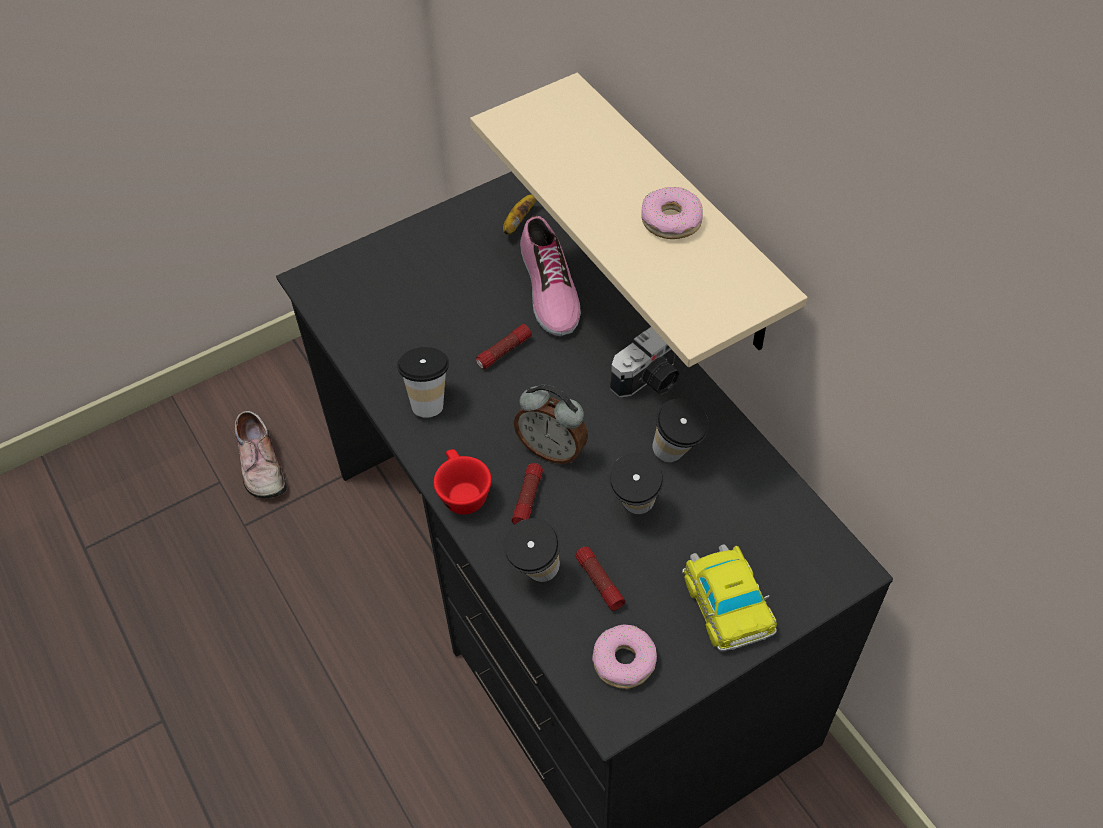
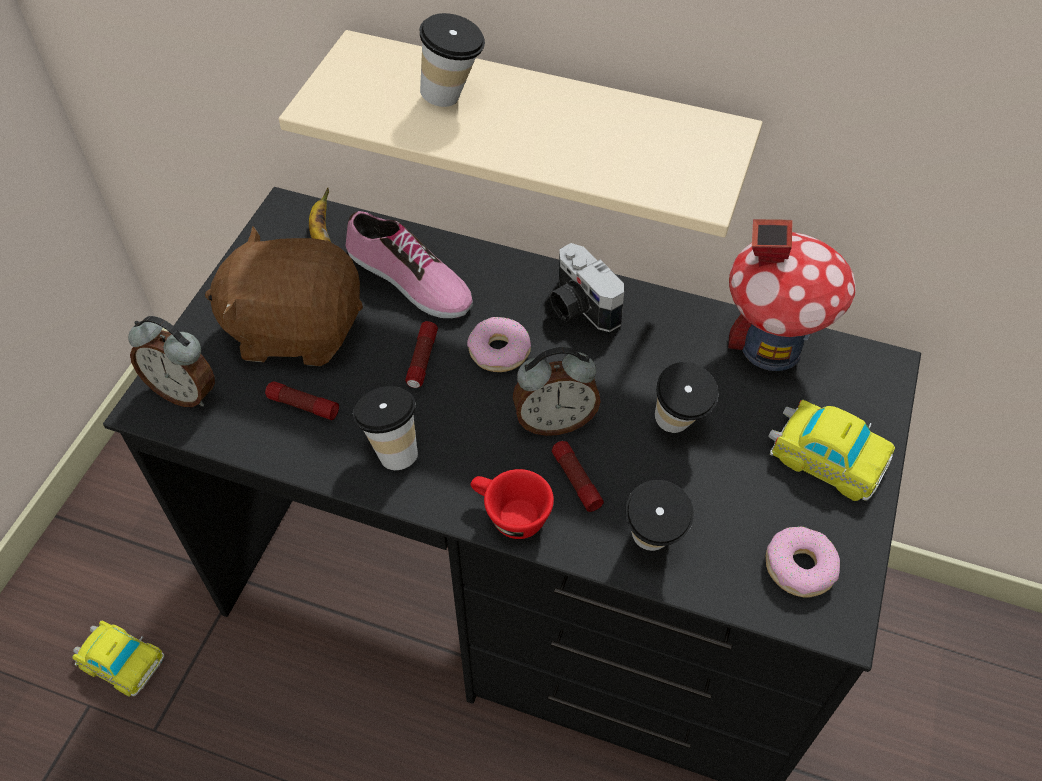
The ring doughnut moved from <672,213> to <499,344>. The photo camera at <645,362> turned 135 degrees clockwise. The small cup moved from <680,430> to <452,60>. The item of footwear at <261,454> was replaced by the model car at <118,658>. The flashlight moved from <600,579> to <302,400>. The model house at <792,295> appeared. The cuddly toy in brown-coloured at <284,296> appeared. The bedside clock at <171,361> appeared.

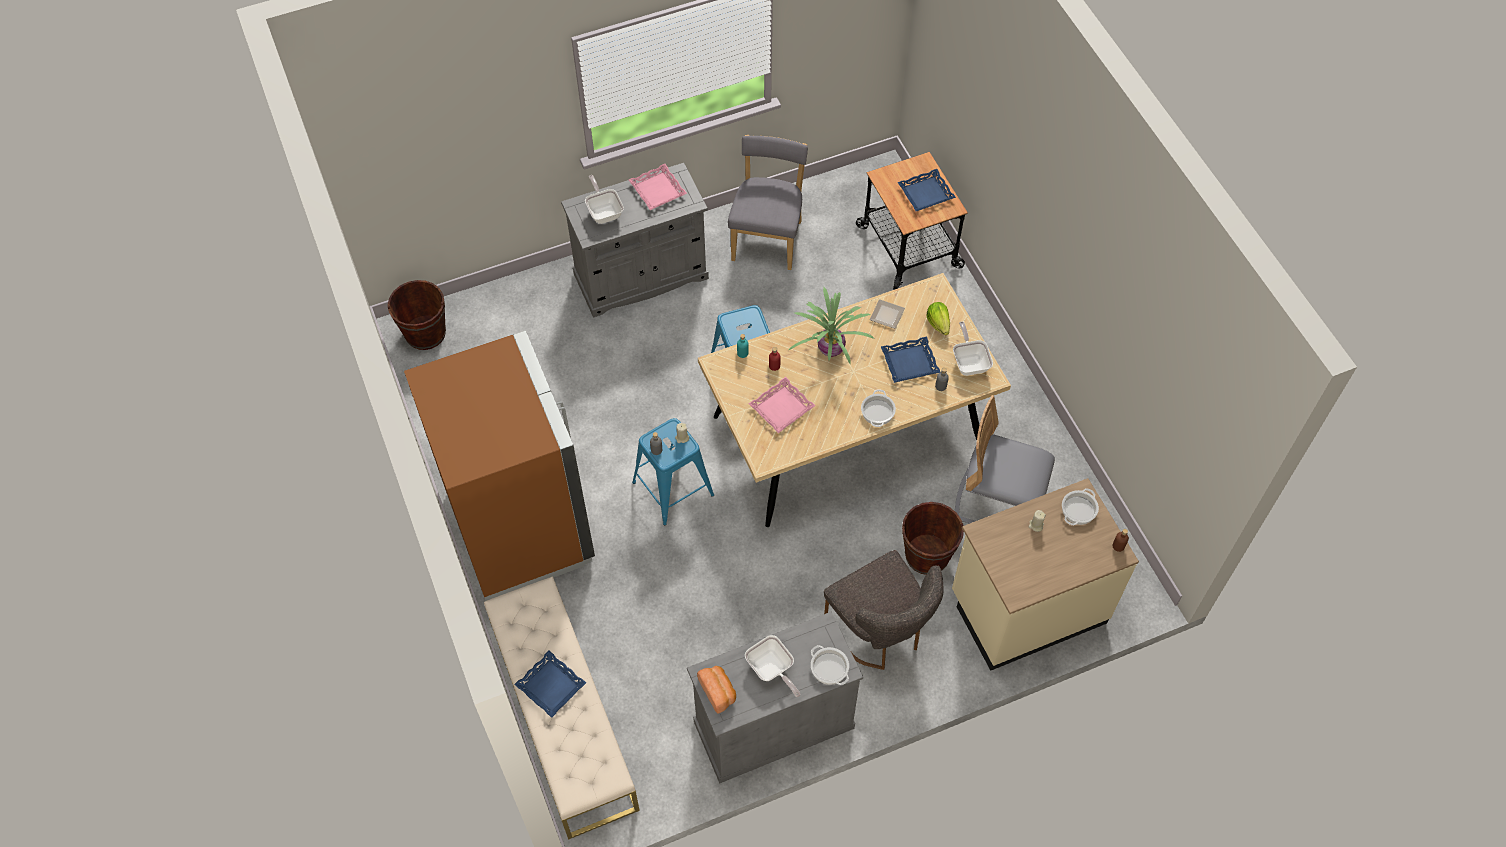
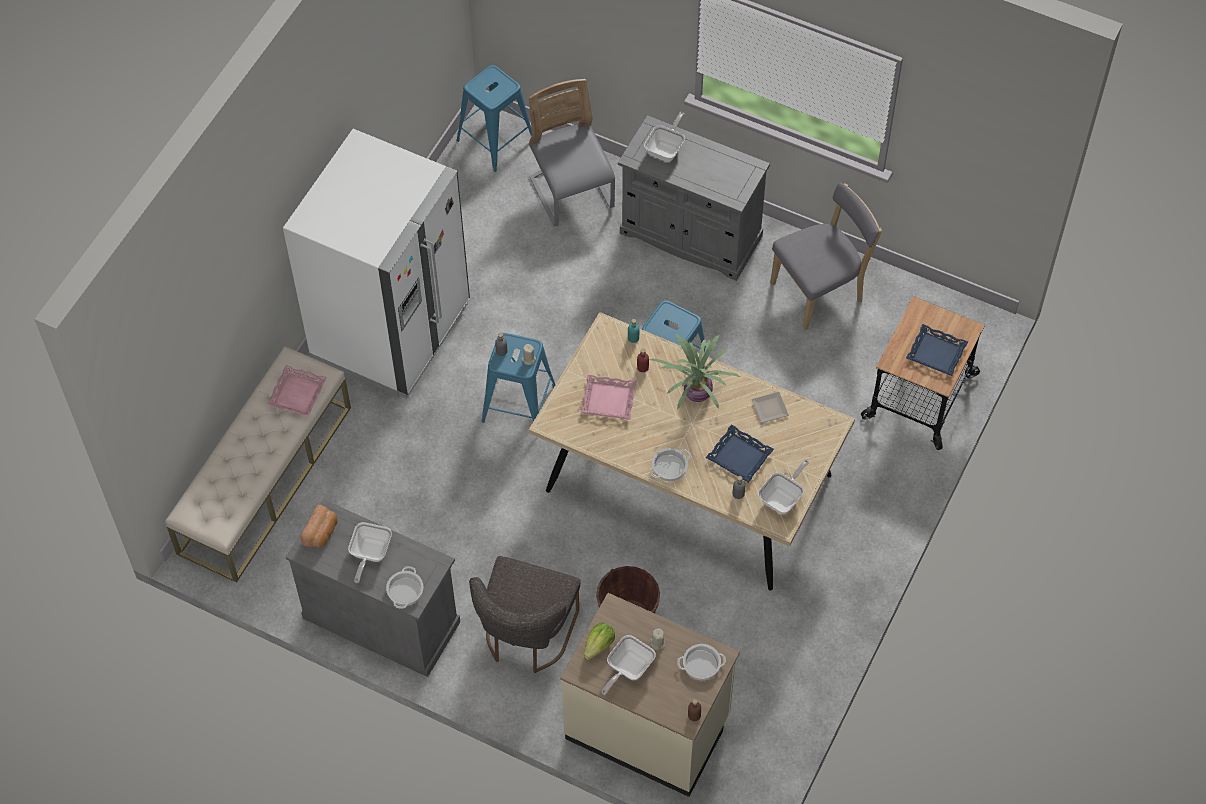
The carrying tray in pink moved from <658,187> to <296,391>. The pail in brown-coloured at <417,315> was replaced by the stool in blue-coloured at <494,118>. The lettuce moved from <938,318> to <599,641>. The refrigerator in brown-coloured at <499,466> became the refrigerator in white-coloured at <376,264>. The chair in greyish moved from <1005,459> to <572,153>. The carrying tray in blue-coloured at <550,684> disappeared. The skillet at <628,665> appeared.

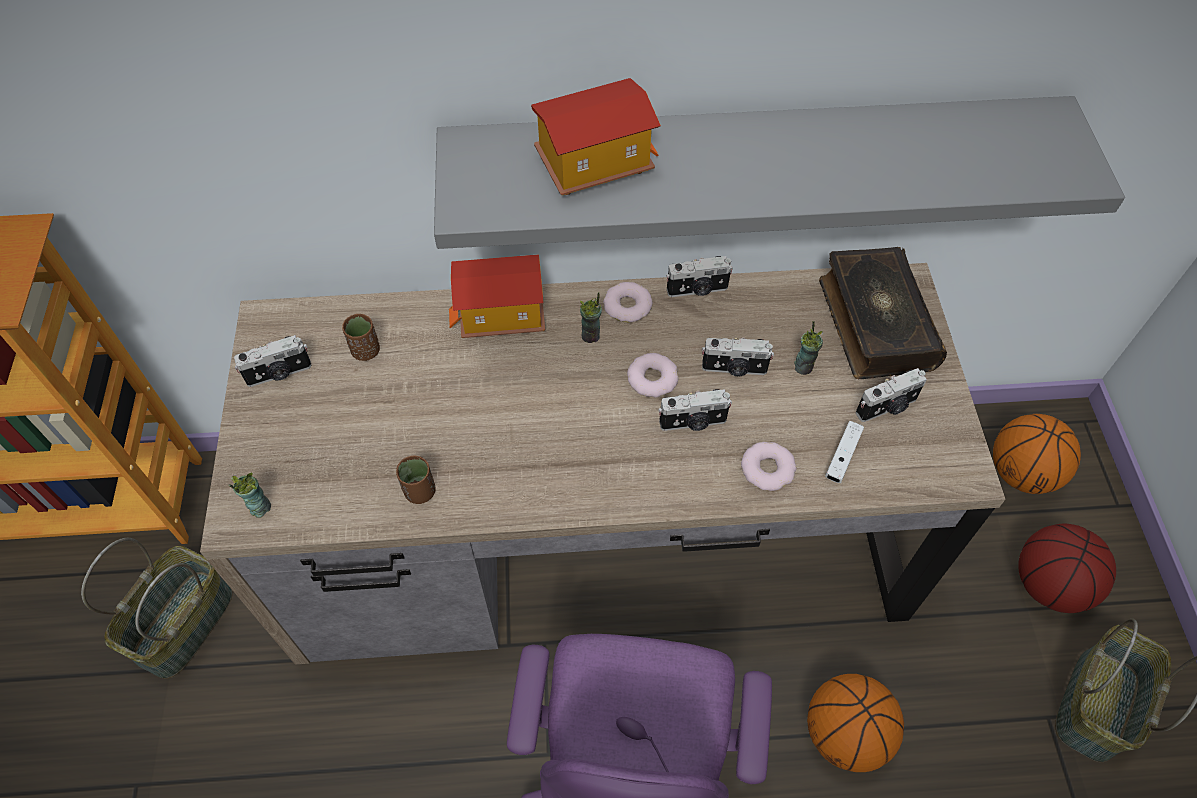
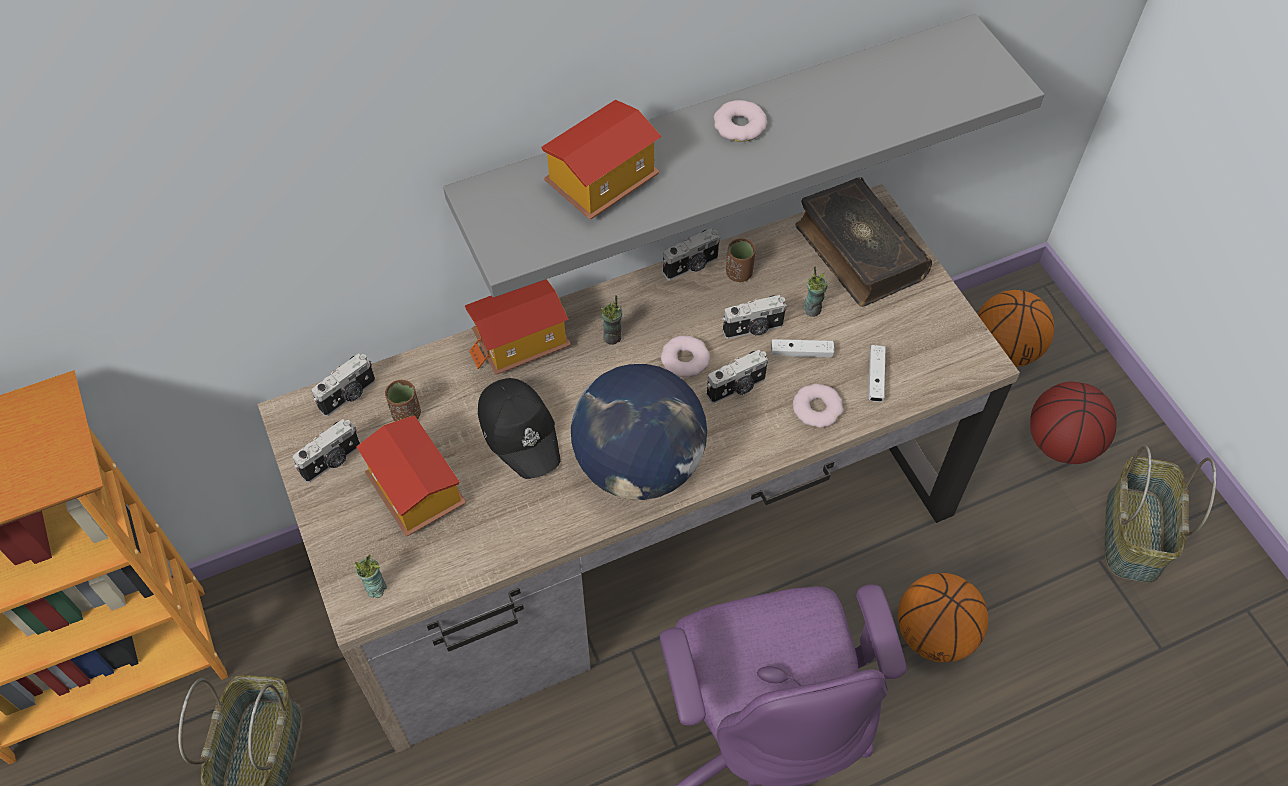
The ring doughnut moved from <628,302> to <740,121>. The photo camera moved from <891,395> to <343,384>. The small cup in brown-coloured moved from <416,480> to <741,260>. The game controller in white-coloured at <802,348> appeared. The globe at <639,432> appeared. The baseball cap in black-coloured at <519,428> appeared. The model house at <411,476> appeared.

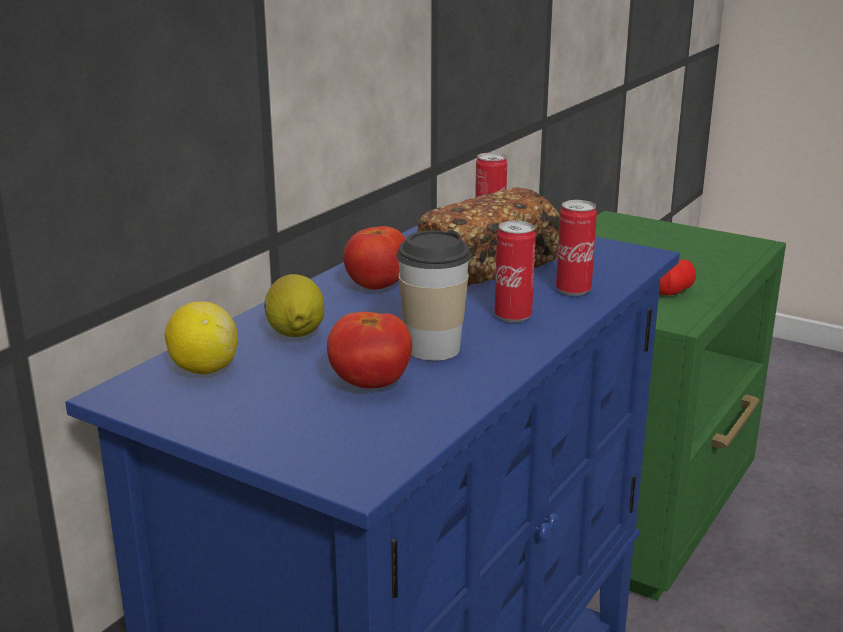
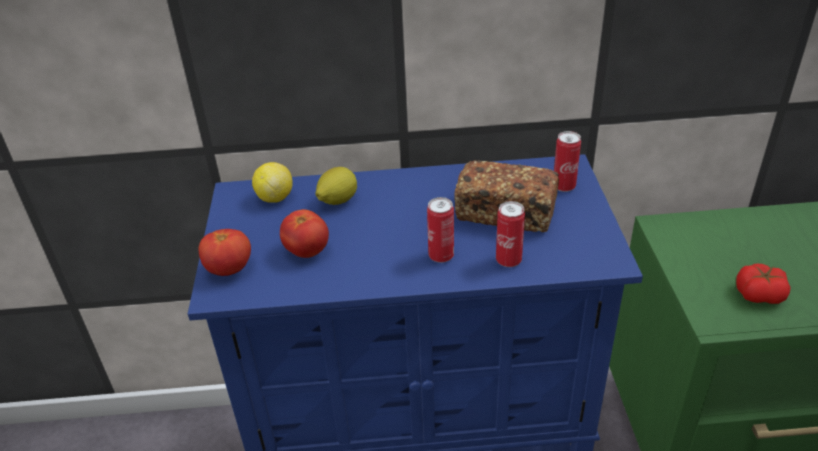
The tomato moved from <374,258> to <225,252>. The small cup at <433,295> disappeared.

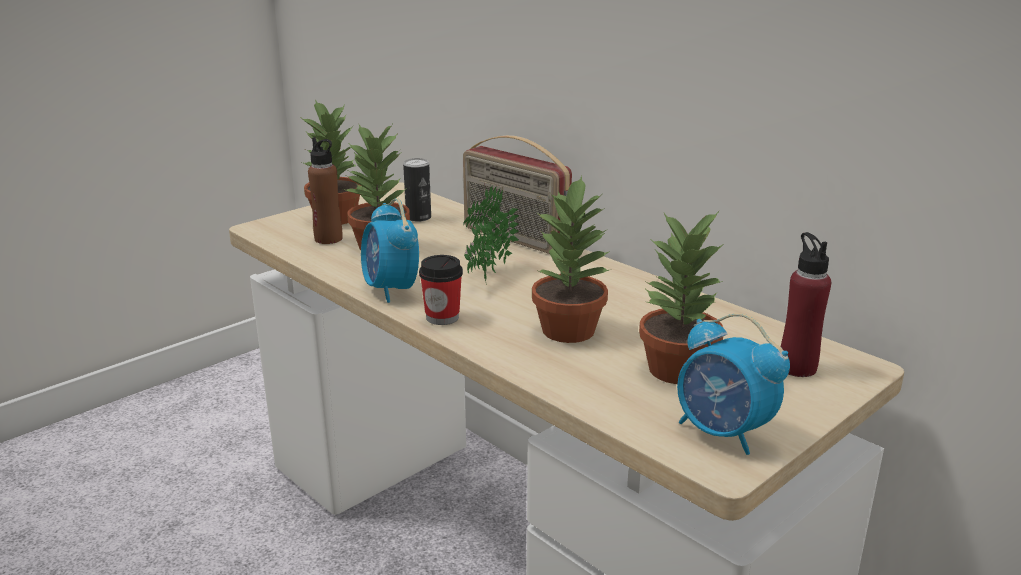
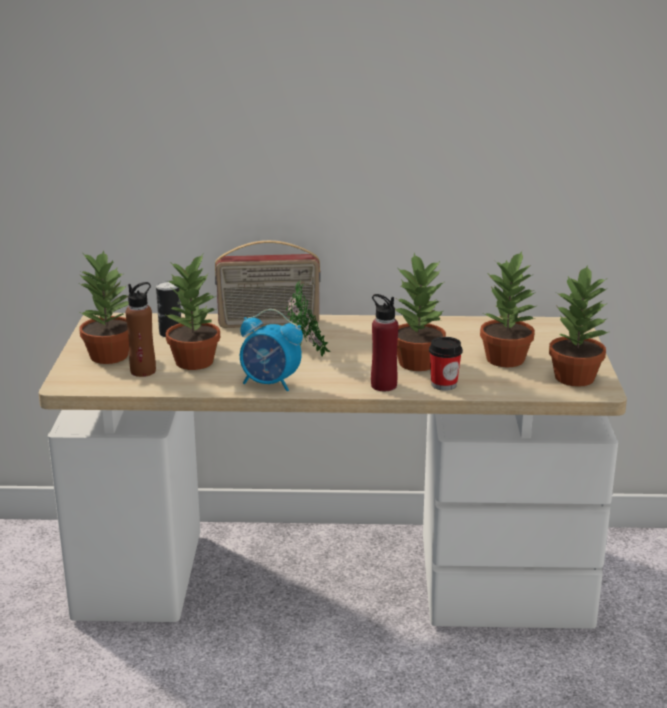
The beverage bottle in red moved from <806,304> to <385,342>. The small cup moved from <441,290> to <445,364>. The bedside clock at <733,384> was replaced by the potted plant at <578,326>.

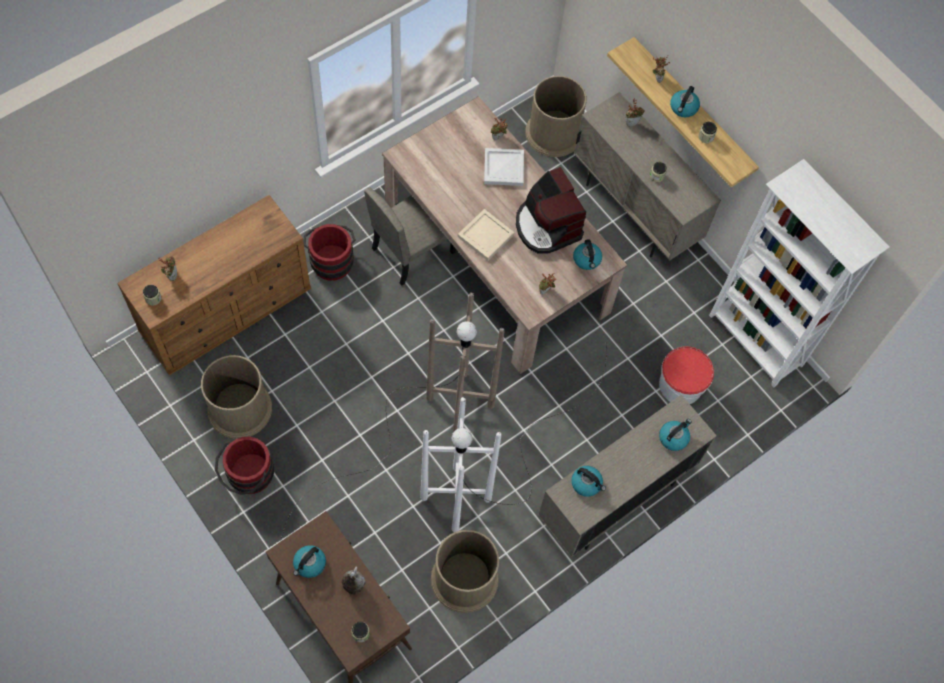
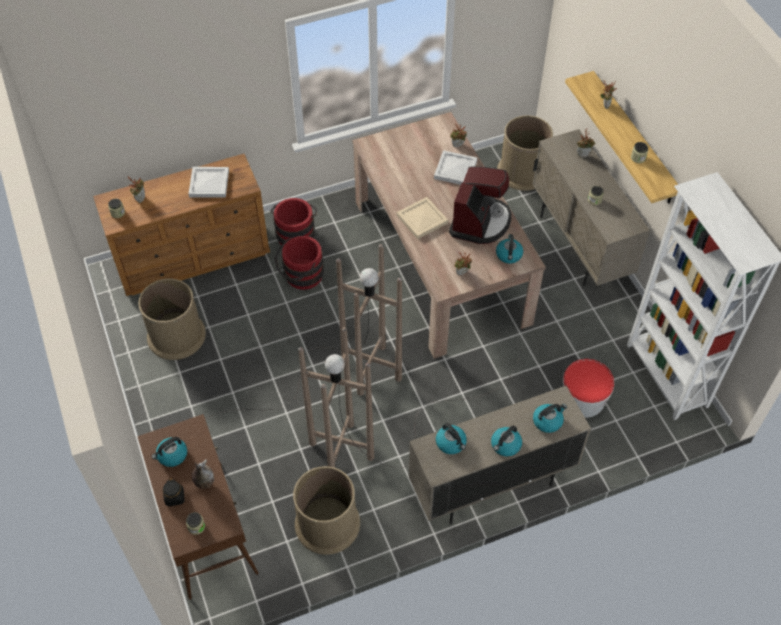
The water kettle moved from <685,101> to <506,440>. The coffee machine at <551,210> turned 150 degrees counterclockwise. The chair in beige at <410,236> disappeared. The standard lamp in white-coloured at <513,439> became the standard lamp in brown-coloured at <410,397>. The pail in red moved from <244,466> to <299,263>. The carrying tray in white-coloured at <208,182> appeared. The preserve jar in black-coloured at <174,492> appeared.

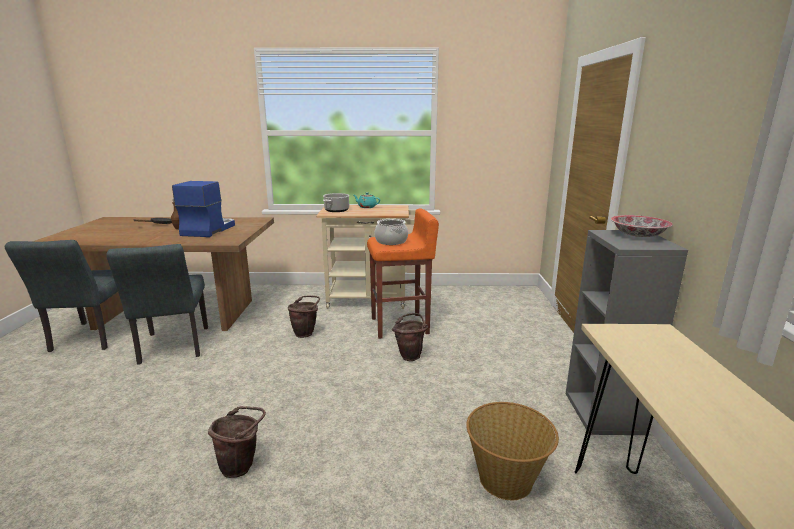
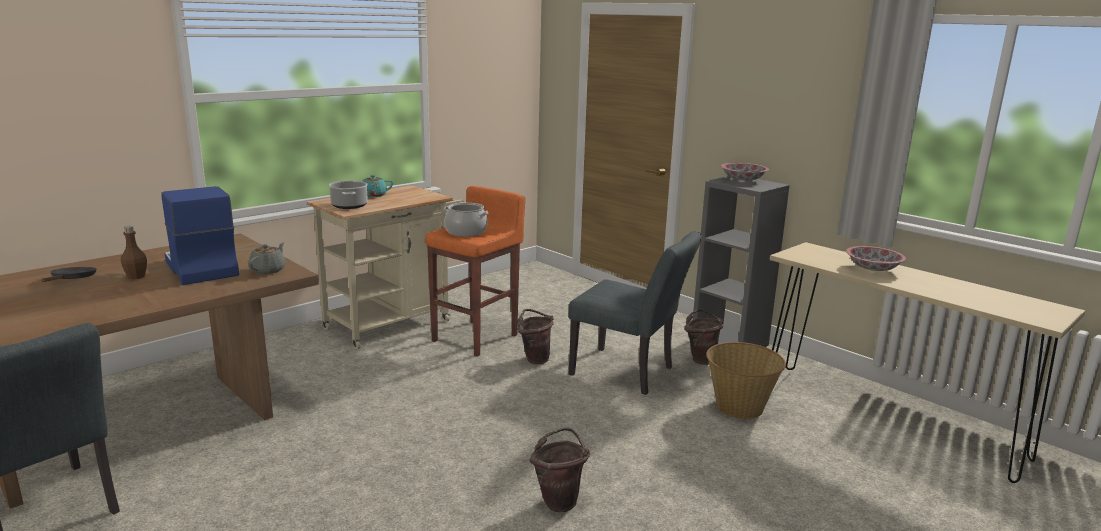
The chair in greyish moved from <157,304> to <635,313>. The pail in brown-coloured moved from <304,316> to <704,337>. The teapot in greyish at <266,258> appeared. The bowl at <876,258> appeared.

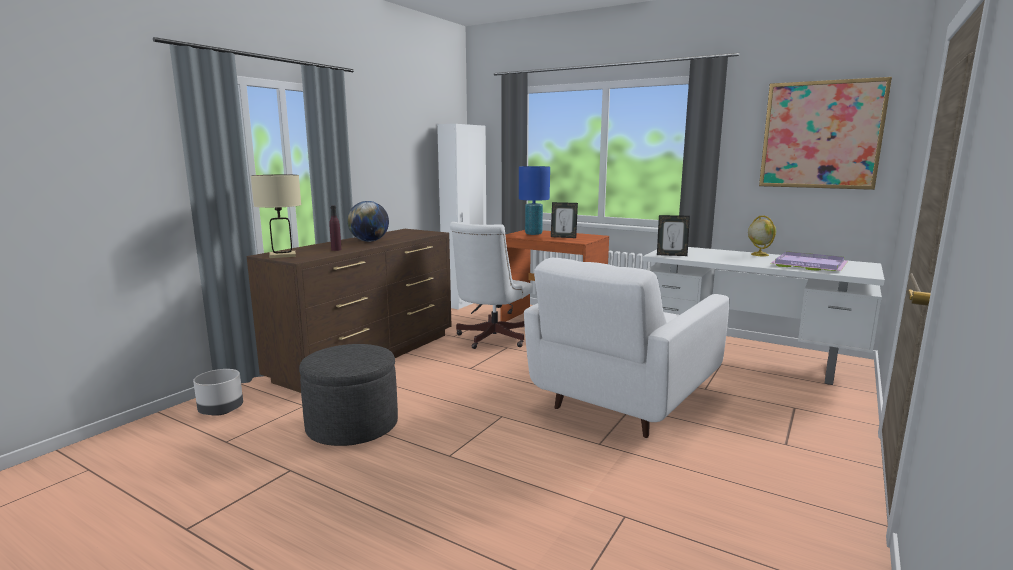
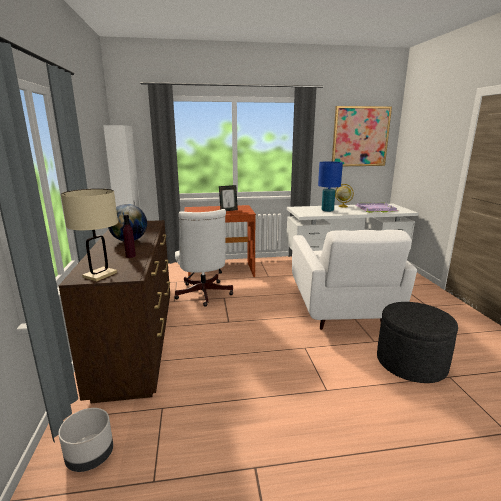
The tabletop lamp in blue-coloured moved from <534,200> to <330,186>. The photo frame at <673,235> disappeared. The ottoman in greyish moved from <348,395> to <417,342>.

